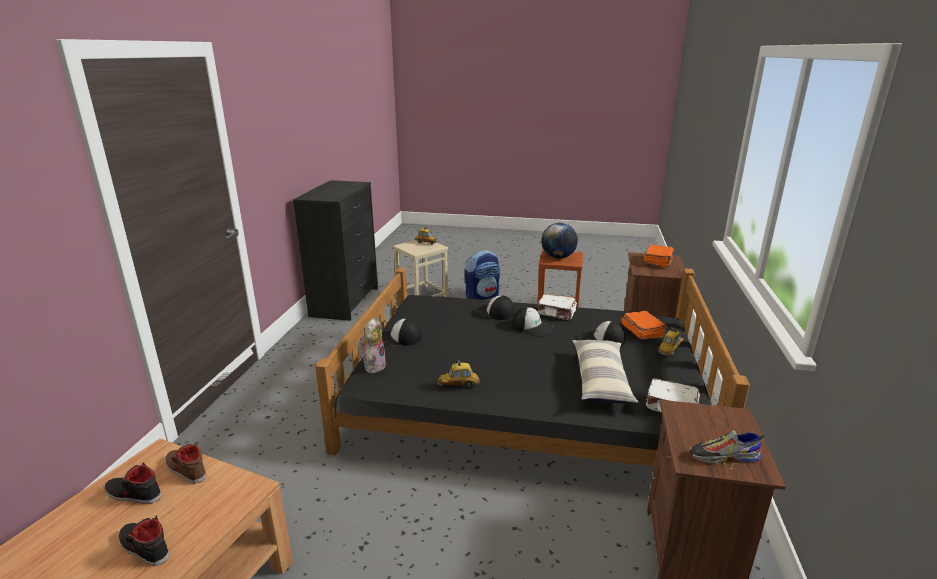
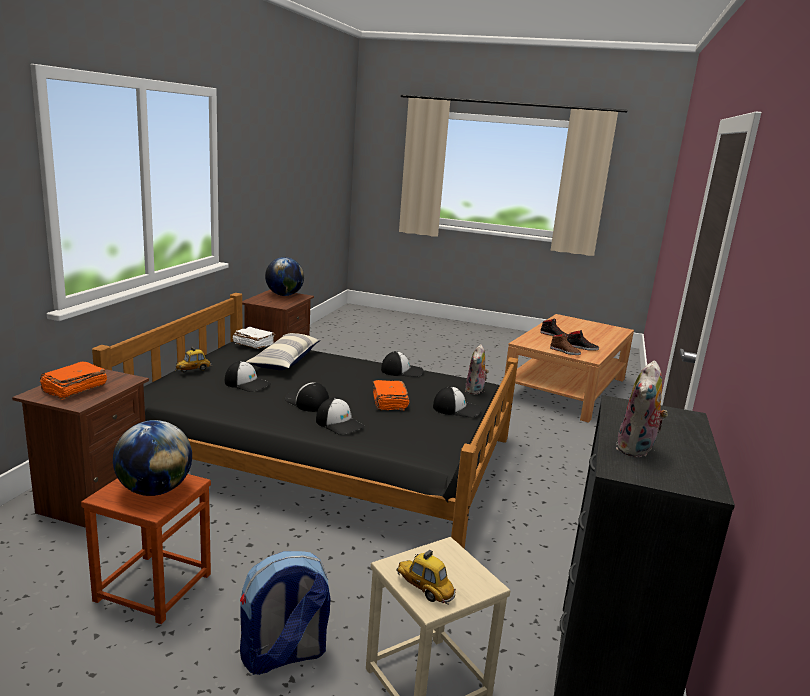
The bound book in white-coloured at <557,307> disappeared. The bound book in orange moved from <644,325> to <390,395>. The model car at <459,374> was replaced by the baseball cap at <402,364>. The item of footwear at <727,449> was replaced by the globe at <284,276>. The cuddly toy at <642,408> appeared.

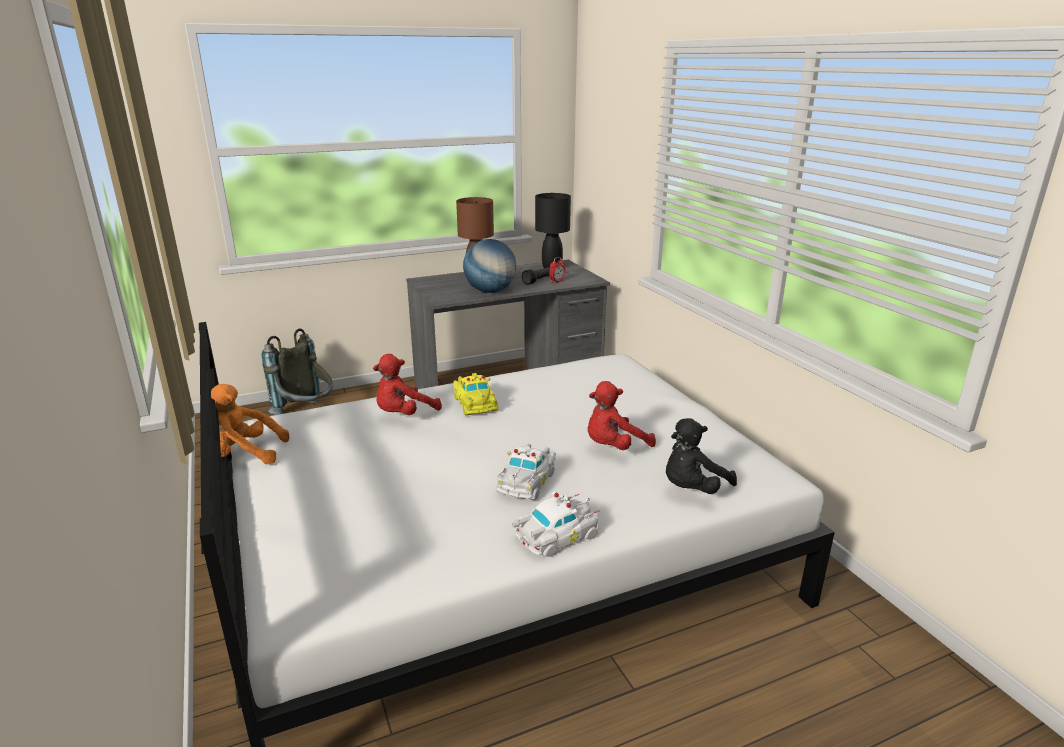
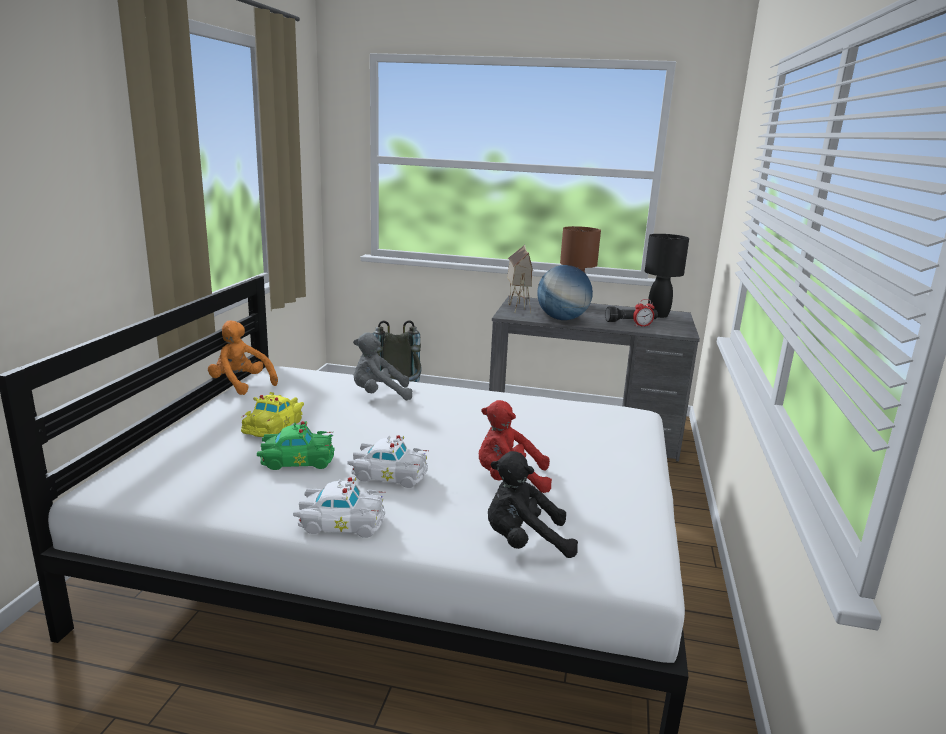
The cuddly toy in red at <407,384> became the cuddly toy in greyish at <382,366>. The model car in yellowish moved from <476,394> to <272,414>. The model car in white-coloured at <526,471> turned 135 degrees counterclockwise. The model house at <520,279> appeared. The model car in green at <296,445> appeared.

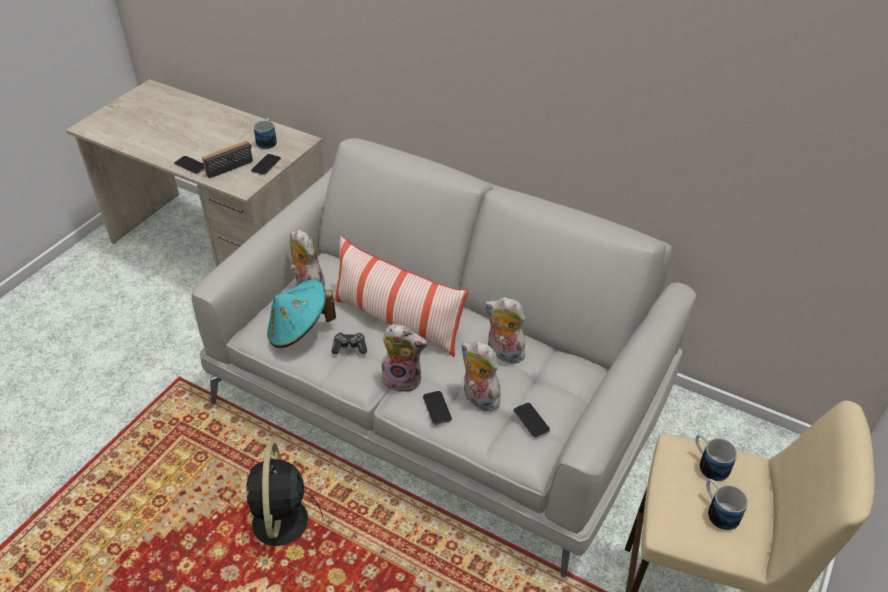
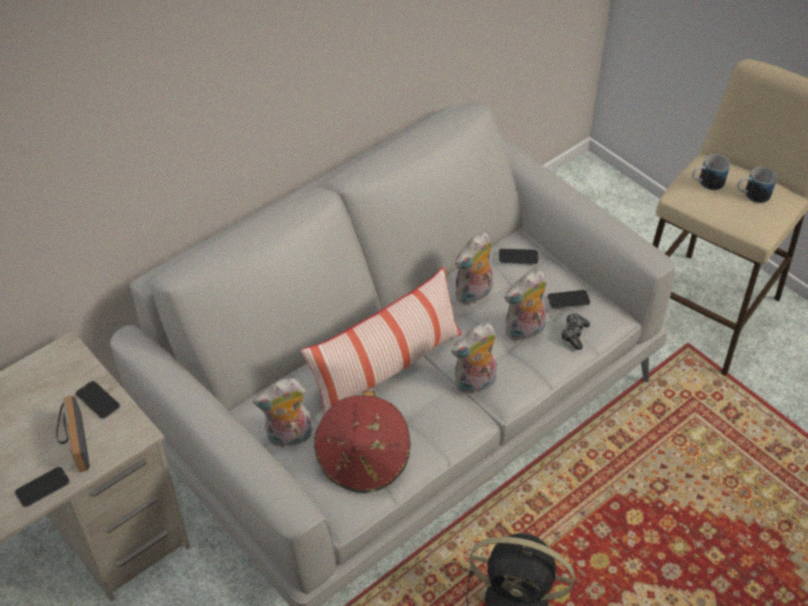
The coffee mug at <265,133> disappeared. The clothing hat in turquoise at <301,314> became the clothing hat in red at <362,441>. The cuddly toy at <404,358> turned 150 degrees counterclockwise. The game controller moved from <349,343> to <575,331>. The phone moved from <437,408> to <519,257>.

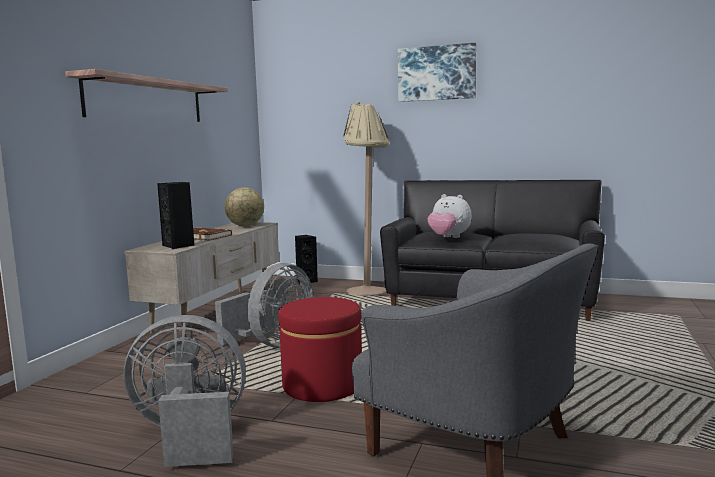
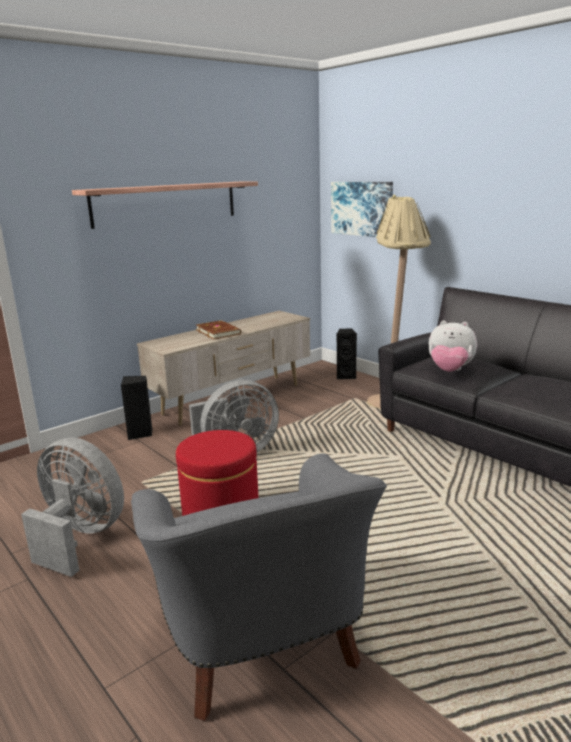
The wall picture moved from <437,72> to <362,209>. The speaker in black-coloured moved from <175,215> to <136,408>. The globe at <244,207> disappeared. The cuddly toy at <450,216> turned 45 degrees counterclockwise.

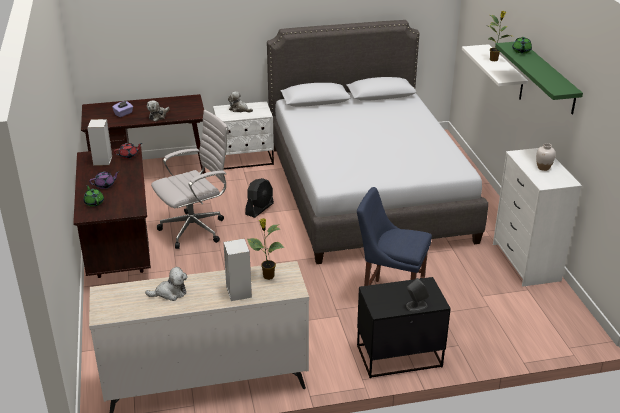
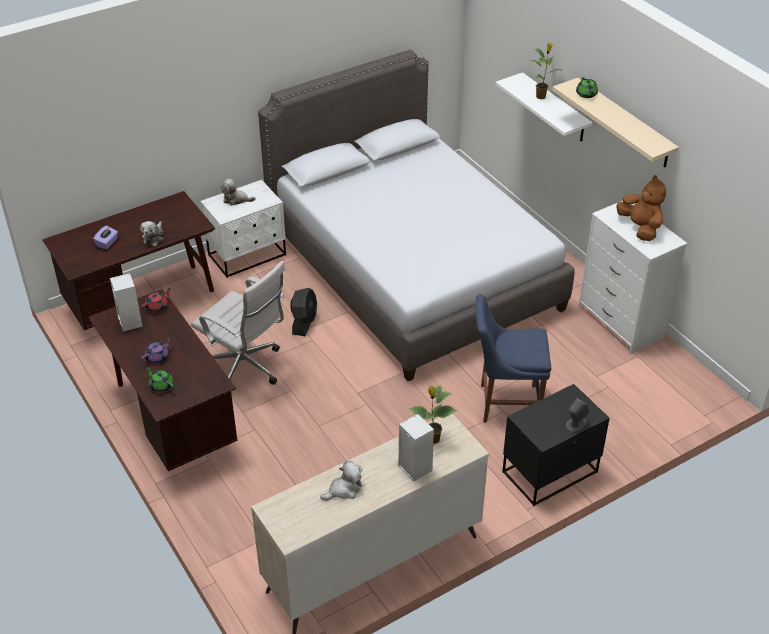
The bracket shelf in green at <539,78> became the bracket shelf in beige at <615,122>. The office chair in white-coloured at <190,179> turned 90 degrees clockwise. The decorative vase in white-coloured at <546,157> was replaced by the cuddly toy in brown-coloured at <641,208>.

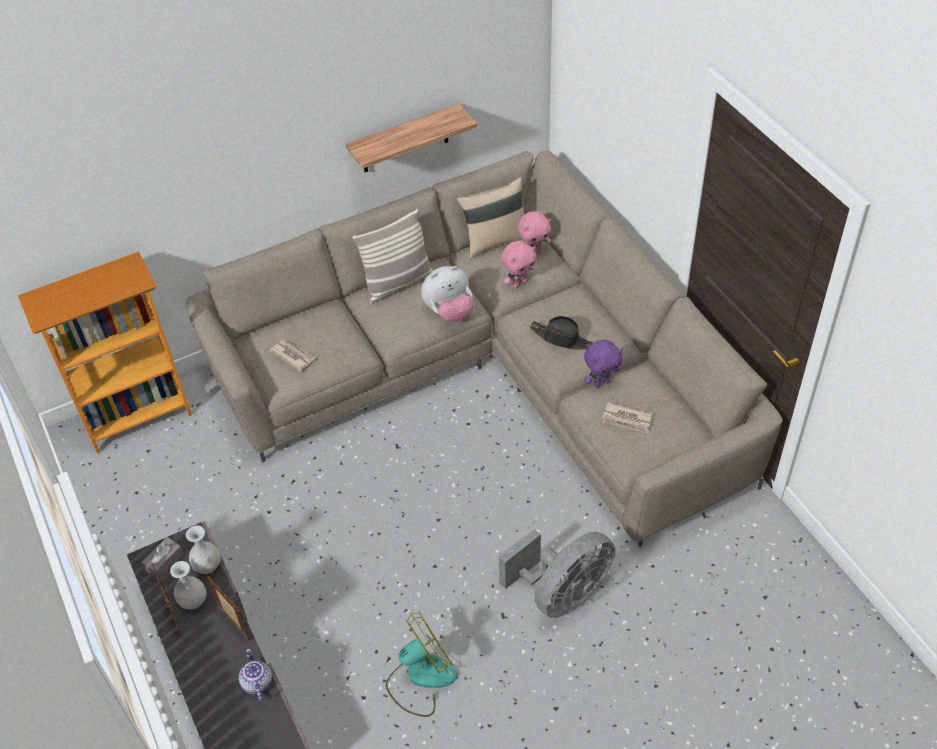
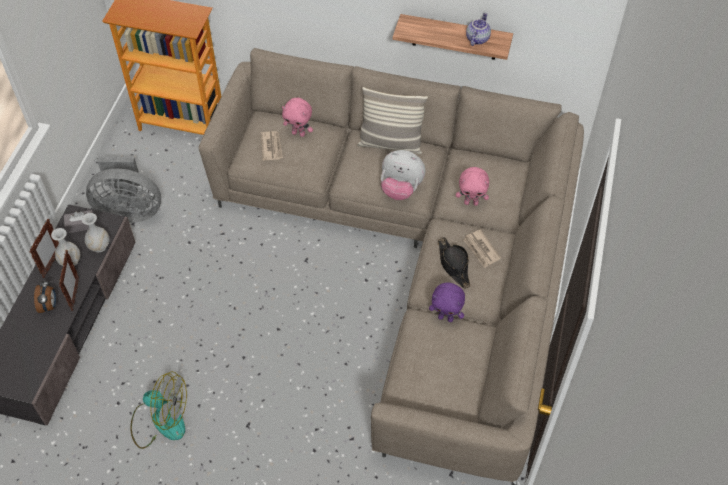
The throw pillow in beige at <490,218> disappeared. The cuddly toy in pink moved from <534,232> to <297,117>. The printed paper moved from <627,417> to <482,248>. The electric fan in greyish moved from <557,573> to <123,189>. The teapot moved from <255,675> to <478,29>. The bedside clock at <45,296> appeared.

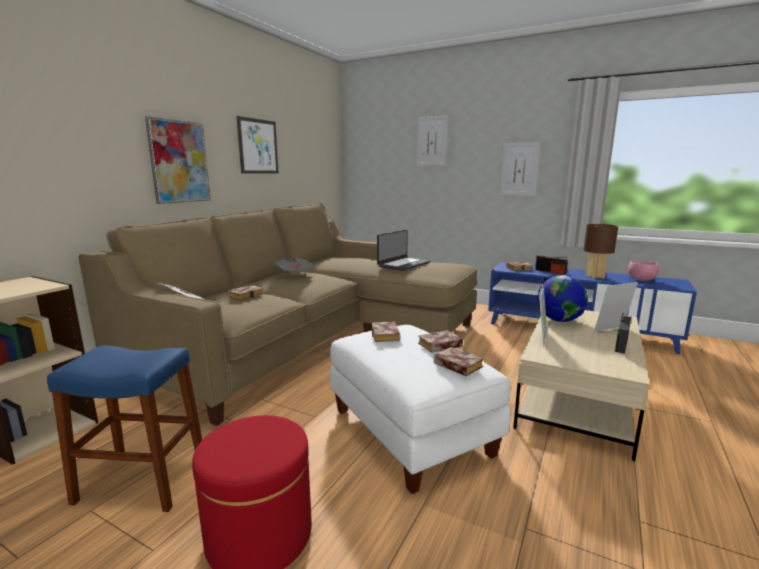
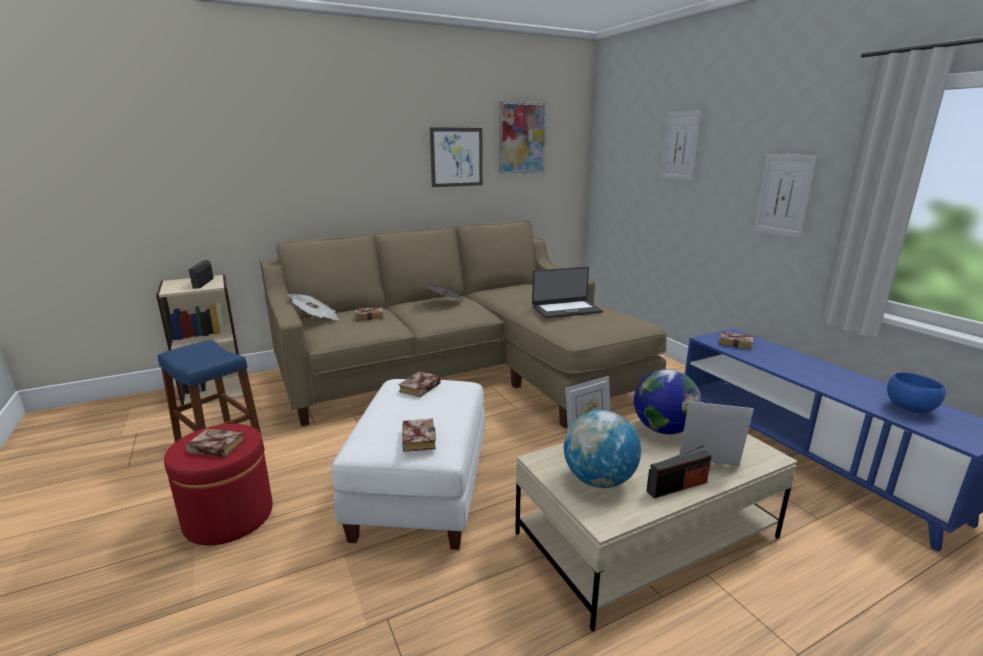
The wall picture moved from <178,160> to <523,138>. The tabletop lamp in brown-coloured at <601,251> disappeared. The radio moved from <551,265> to <201,274>. The bowl in pink at <643,271> became the bowl in blue-coloured at <916,392>. The bound book moved from <440,341> to <215,443>. The globe at <602,449> appeared.

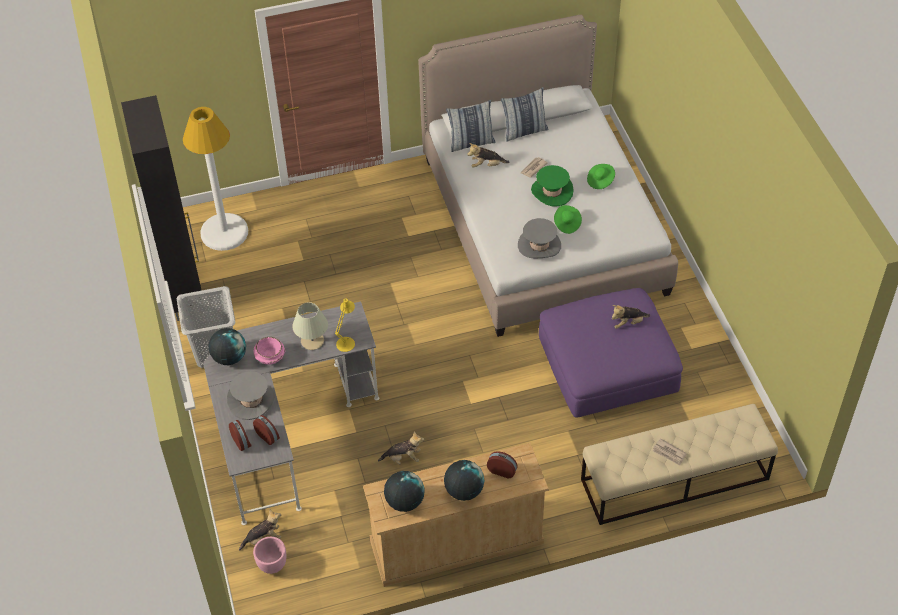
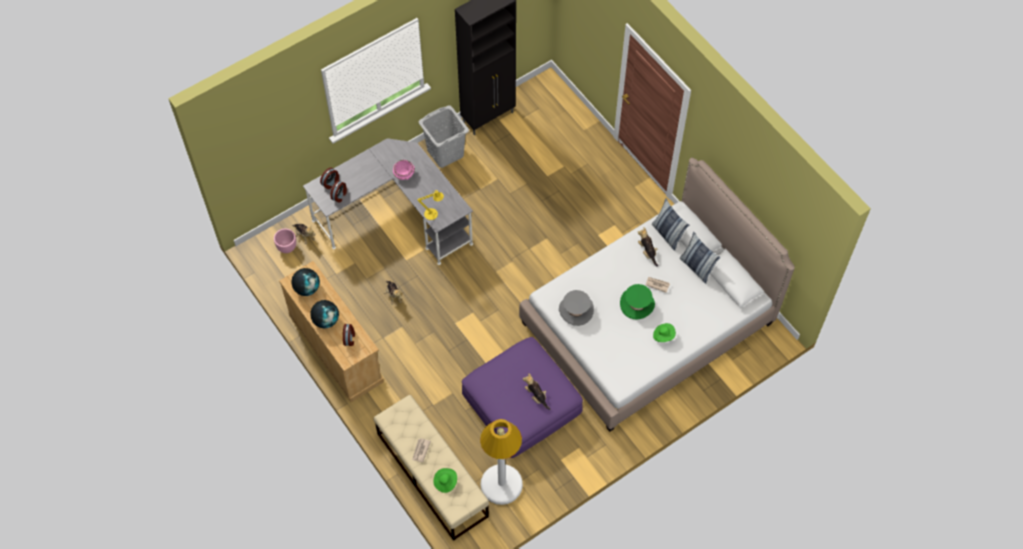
The standard lamp in white-coloured moved from <215,179> to <501,462>. The clothing hat in green moved from <568,219> to <445,480>. The tabletop lamp in beige at <310,326> disappeared. The globe at <227,346> disappeared. The clothing hat in greyish at <251,395> disappeared.

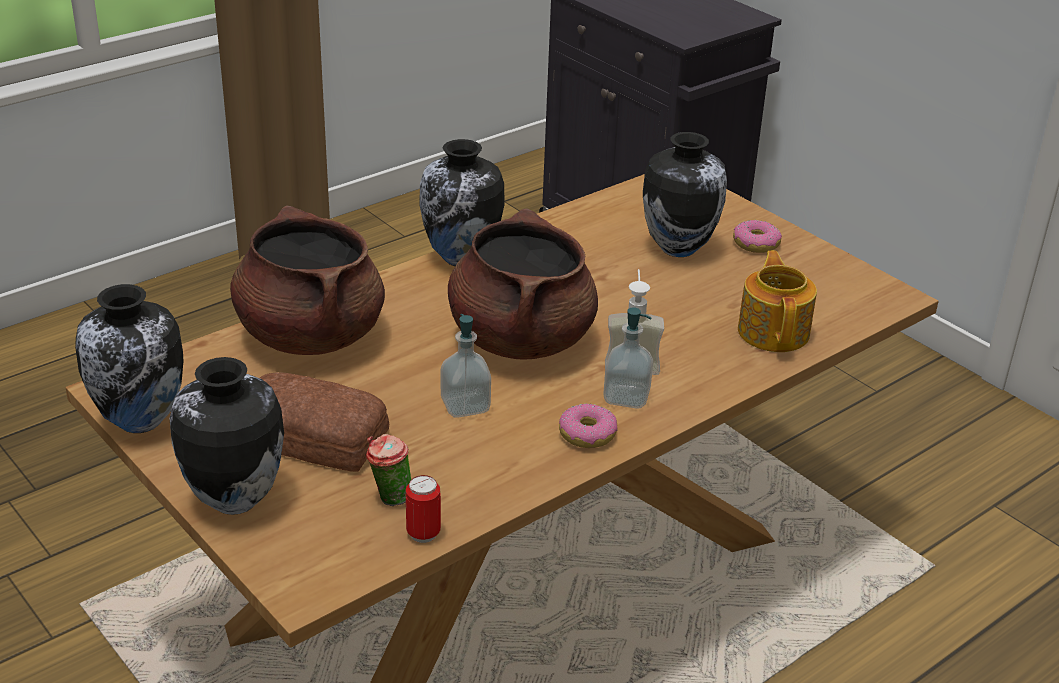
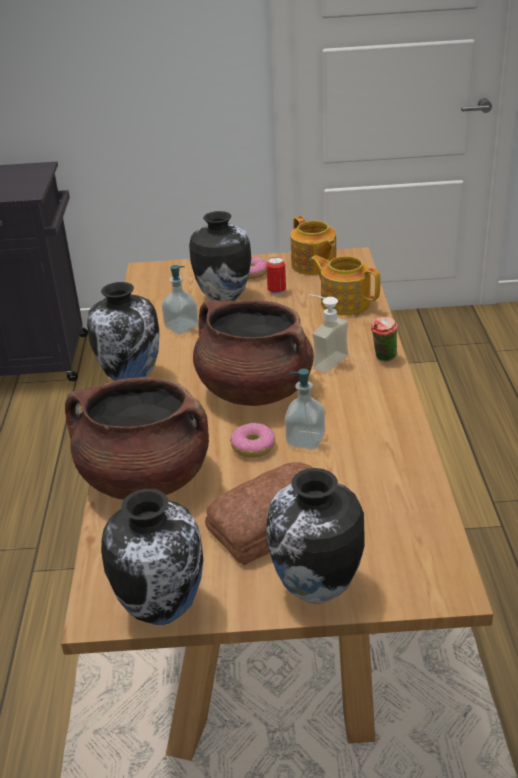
The soap dispenser moved from <628,357> to <180,300>. The ring doughnut moved from <588,426> to <252,440>. The small cup moved from <388,470> to <384,339>. The sealed can moved from <423,509> to <276,276>. The teapot at <313,245> appeared.

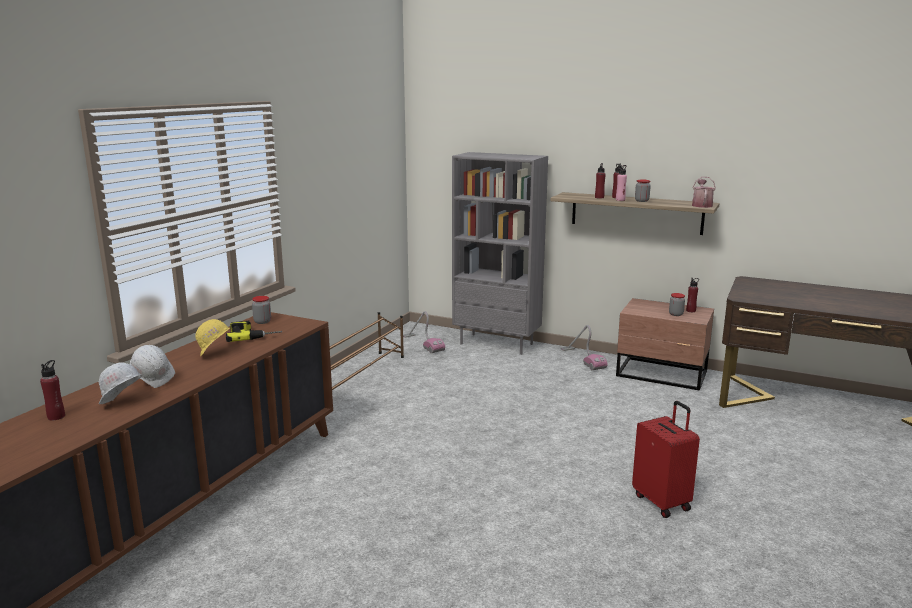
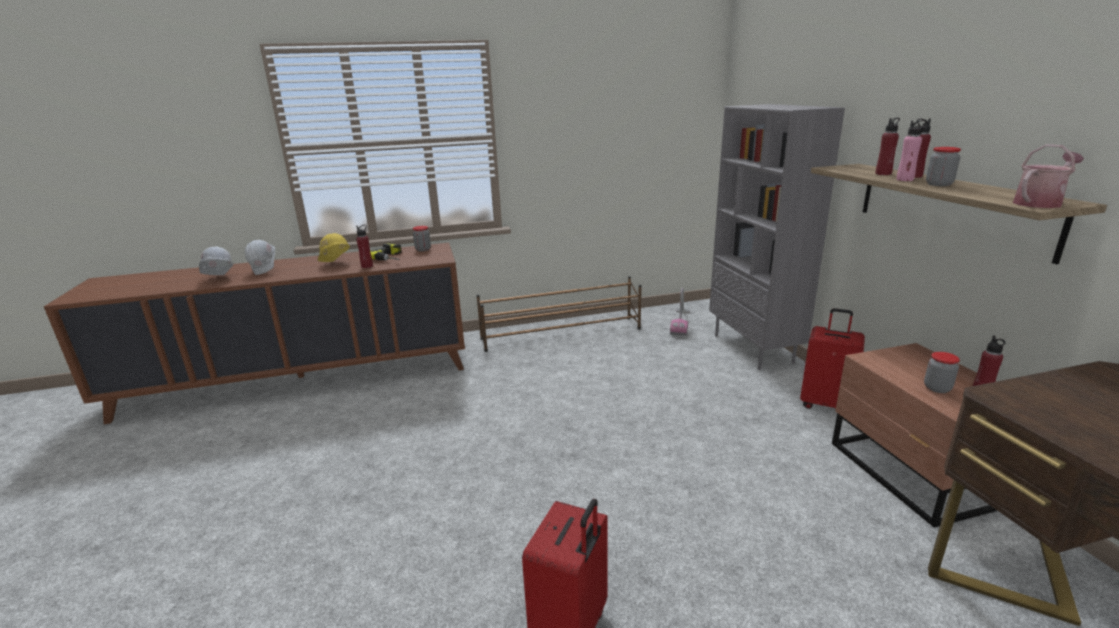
The vacuum at <584,347> was replaced by the travel case in red at <832,358>. The beverage bottle in red moved from <52,390> to <364,246>.

